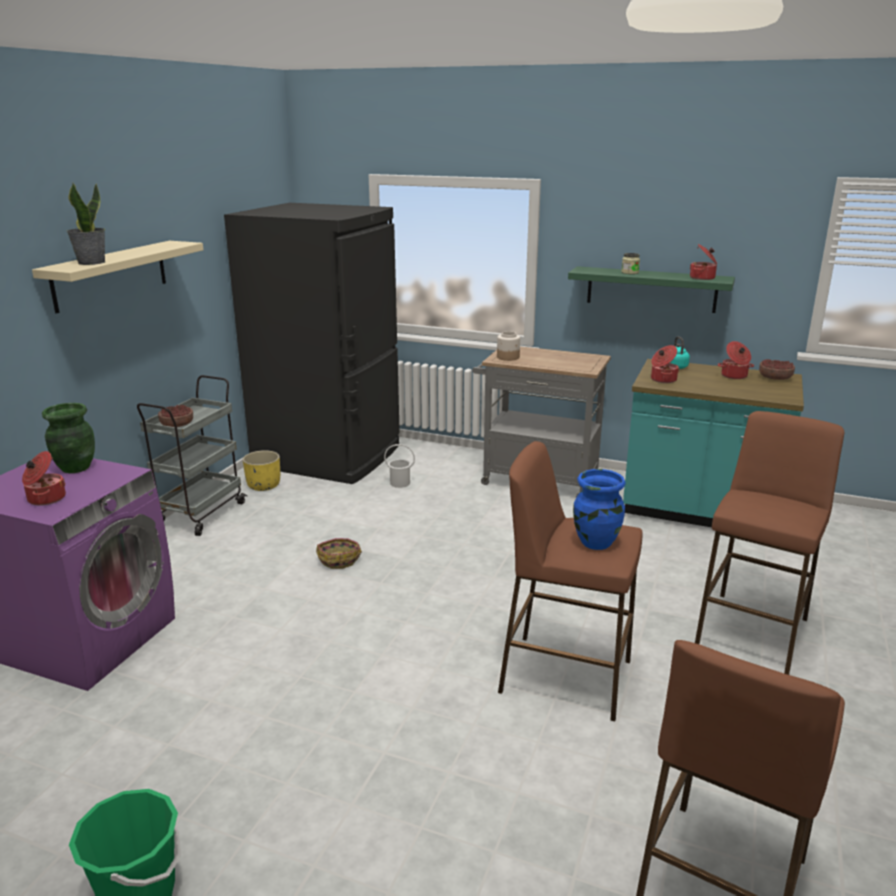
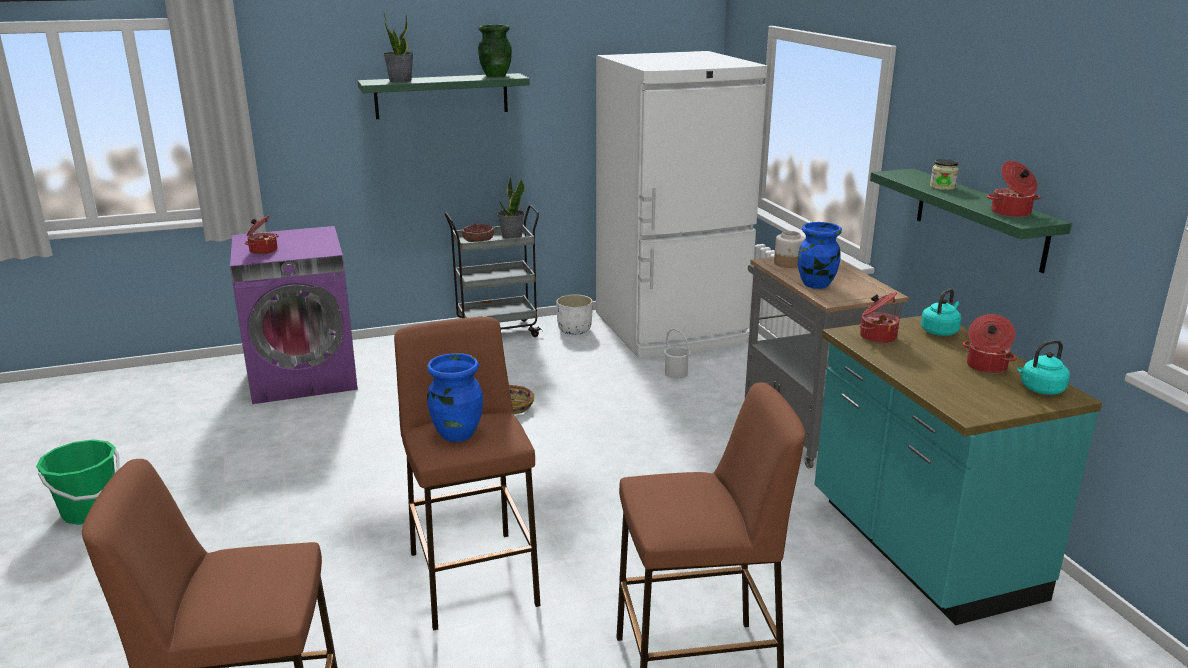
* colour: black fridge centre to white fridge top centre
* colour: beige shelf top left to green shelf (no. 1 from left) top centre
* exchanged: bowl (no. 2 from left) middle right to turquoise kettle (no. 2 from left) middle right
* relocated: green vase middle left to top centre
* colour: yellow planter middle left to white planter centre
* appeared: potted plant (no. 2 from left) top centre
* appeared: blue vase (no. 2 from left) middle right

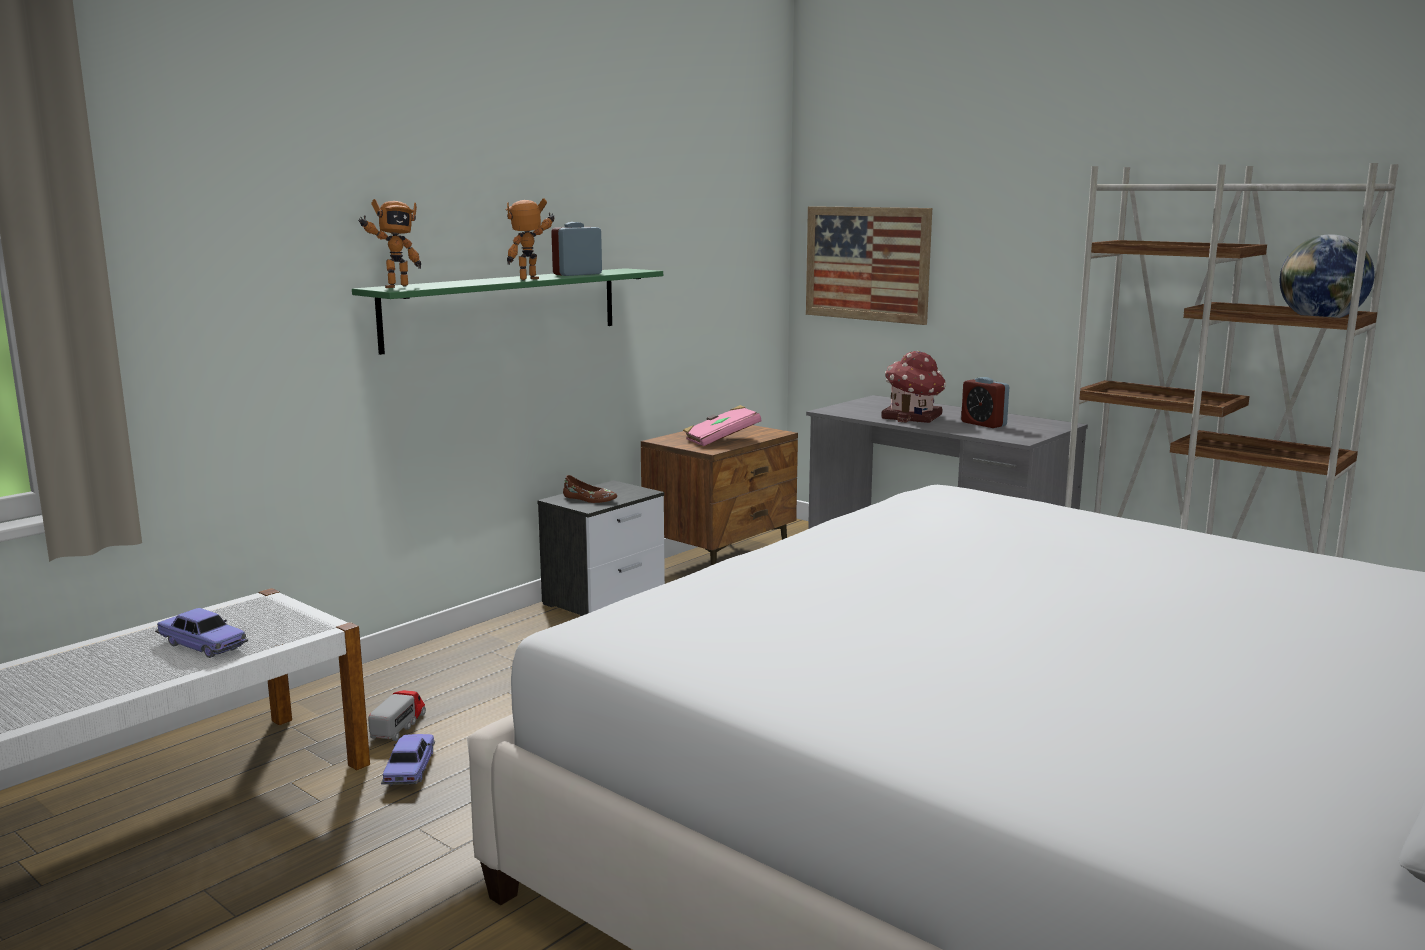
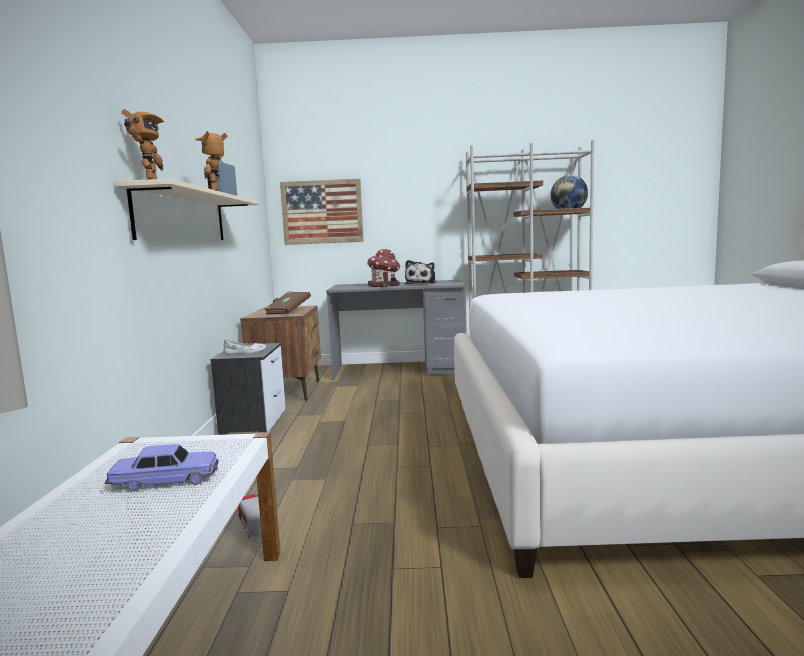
* colour: green shelf top centre to beige shelf top left
* exchanged: alarm clock (no. 2 from left) middle right to plush toy centre
* colour: pink book centre to brown book centre
* colour: brown shoe centre to white shoe middle left
* missing: toy car (no. 2 from left) bottom left

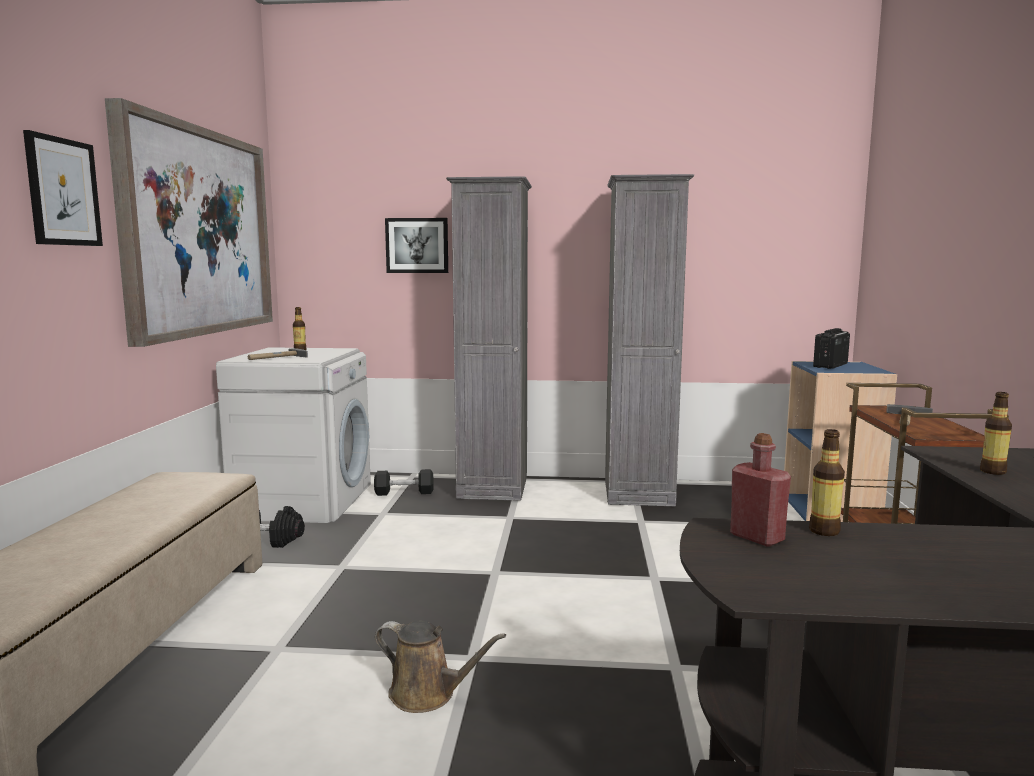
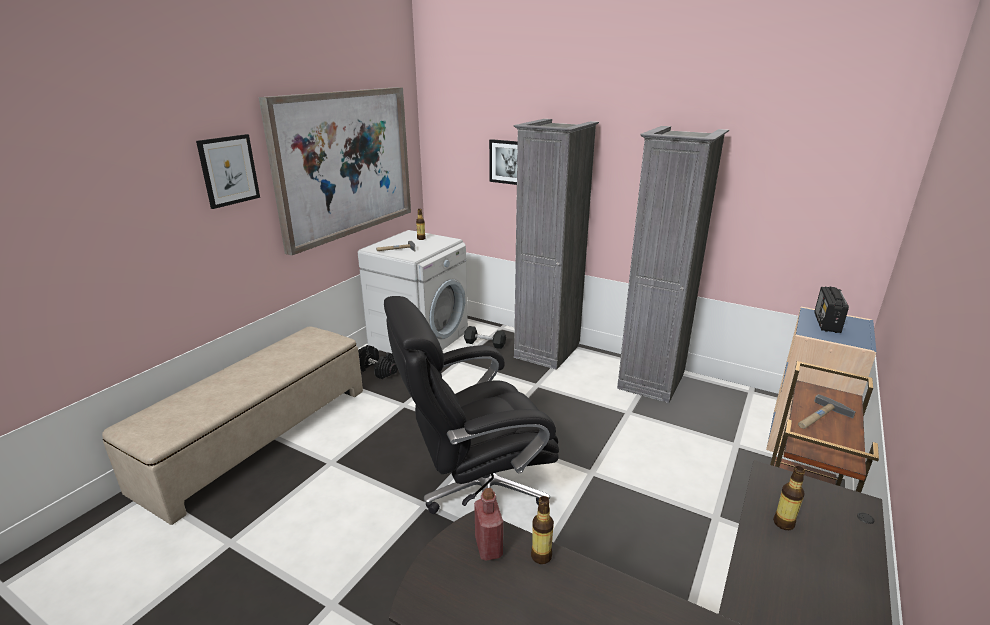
* spun: radio middle right = middle right 45 degrees counterclockwise
* missing: brown watering can bottom centre
* appeared: black office chair centre

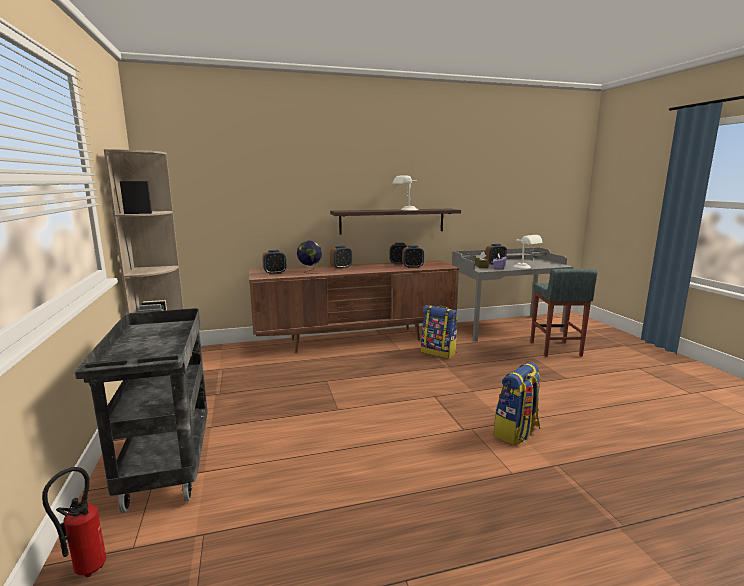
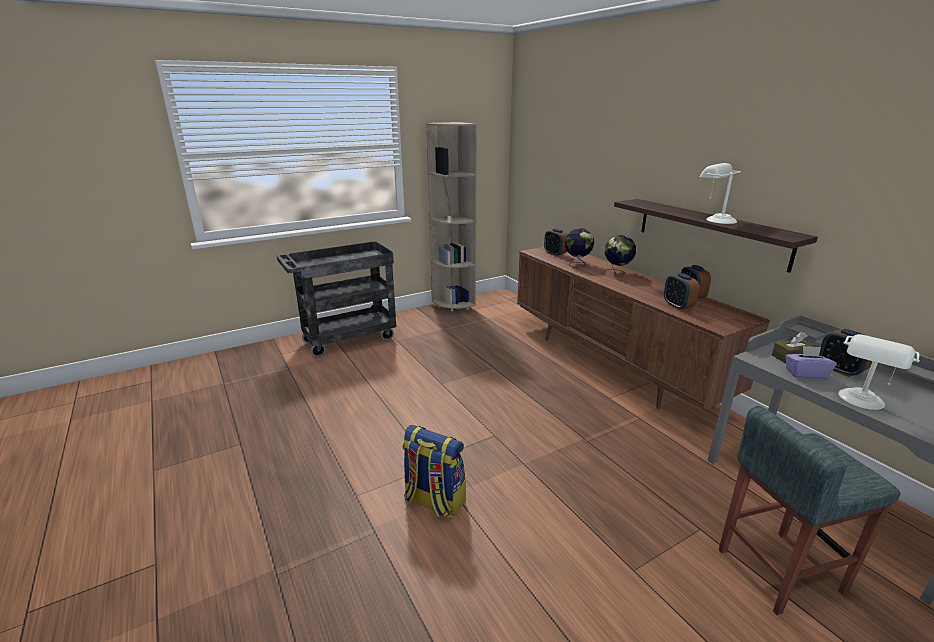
* exchanged: alarm clock (no. 2 from left) centre to globe (no. 2 from left) centre
* missing: backpack (no. 1 from left) centre
* missing: fire extinguisher bottom left

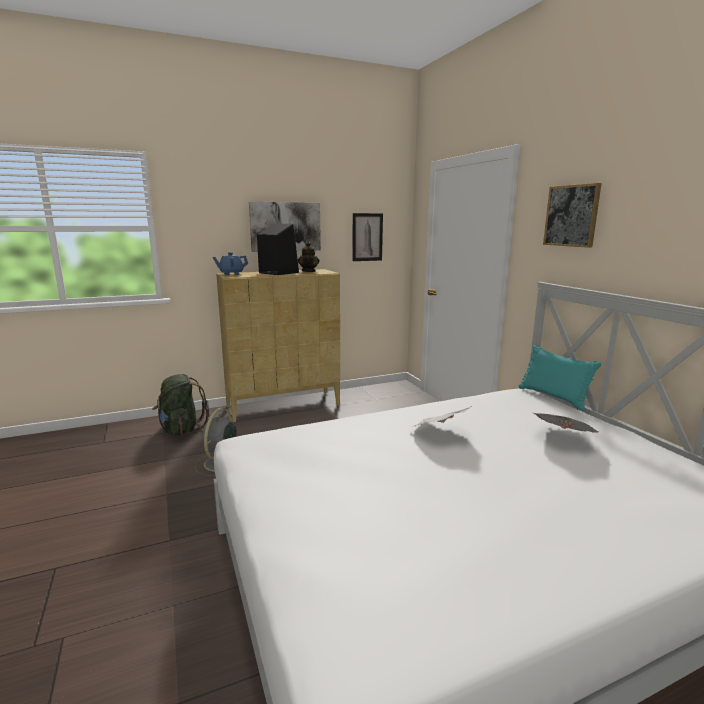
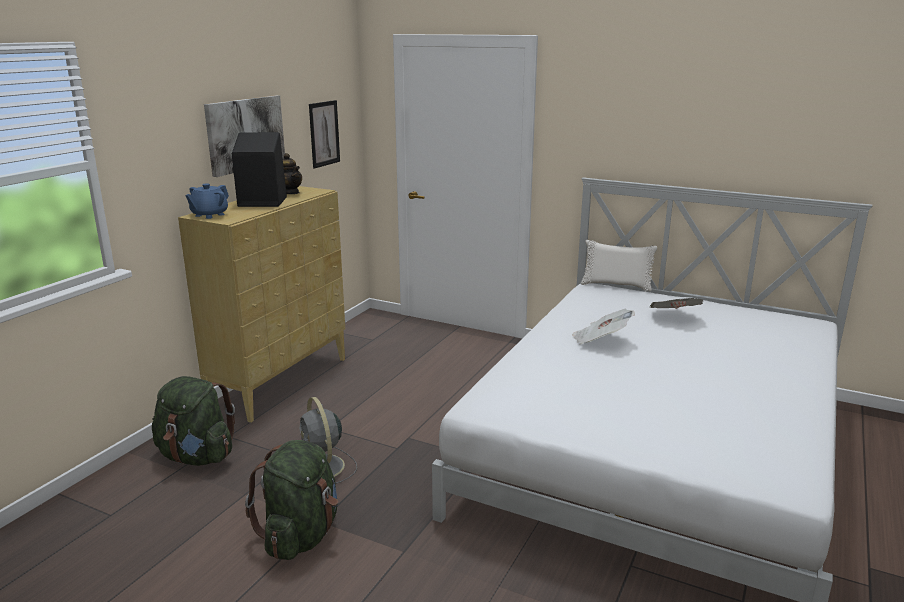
* missing: picture (no. 3 from left) top right
* colour: turquoise pillow middle right to white pillow middle right
* appeared: green backpack (no. 2 from left) bottom left

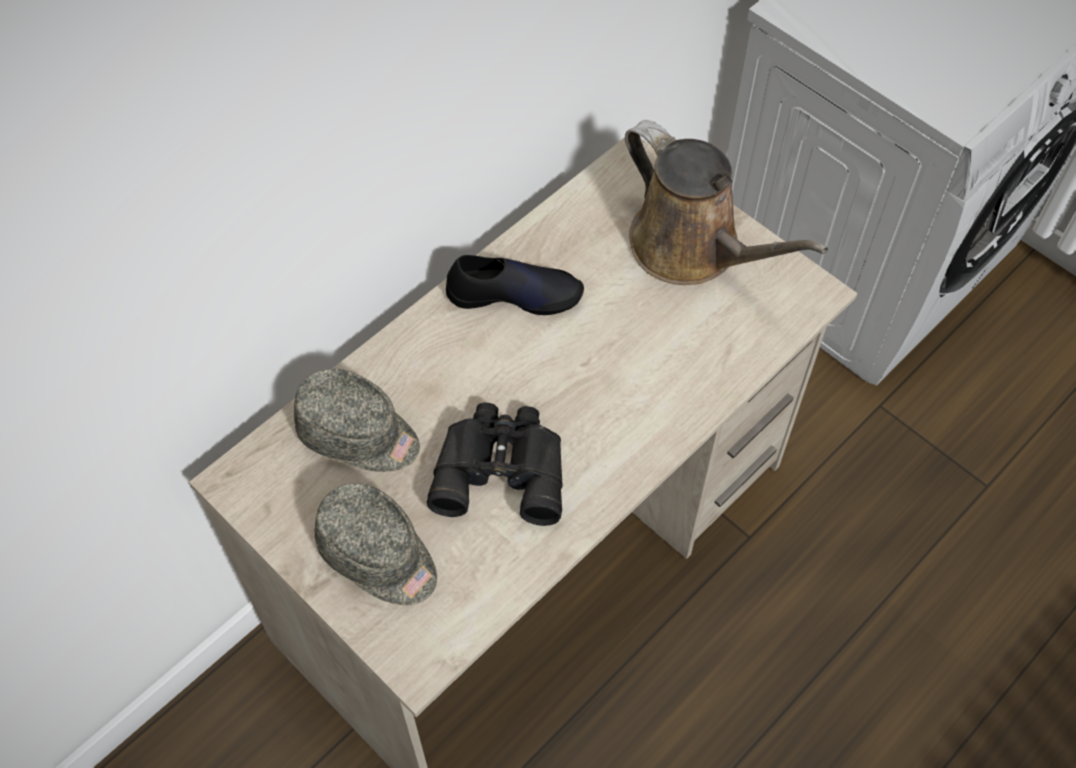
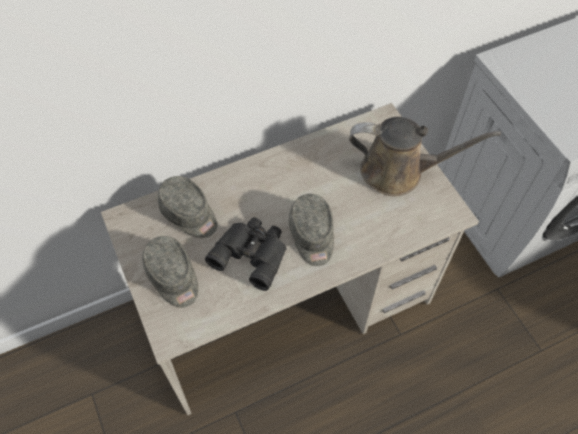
* spun: brown watering can top right = middle right 60 degrees counterclockwise
* missing: black shoe centre
* appeared: grey cap (no. 3 from left) centre

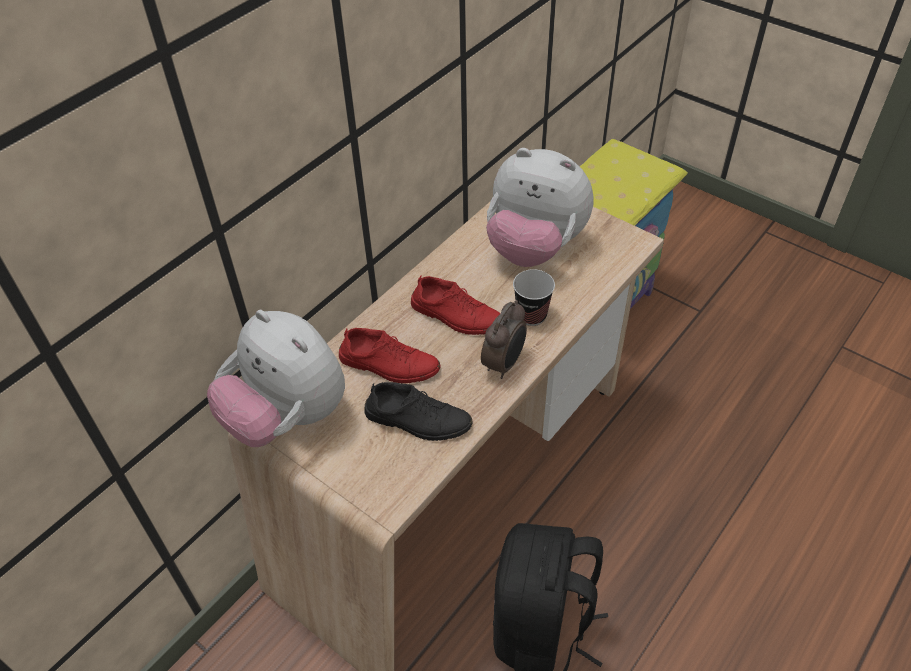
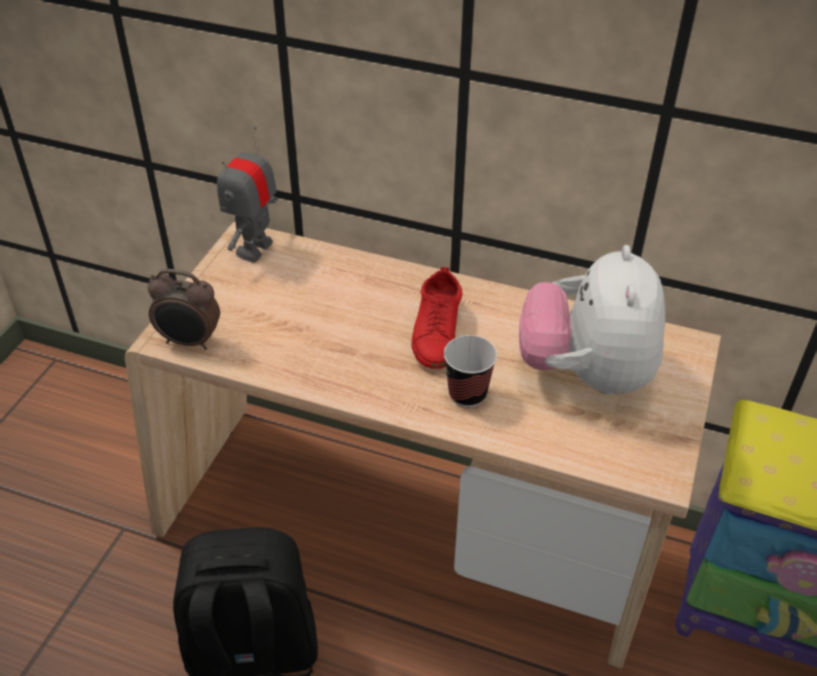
* relocated: alarm clock centre to middle left
* exchanged: plush toy (no. 1 from left) middle left to toy robot top left
* missing: red shoe (no. 1 from left) centre
* missing: black shoe centre

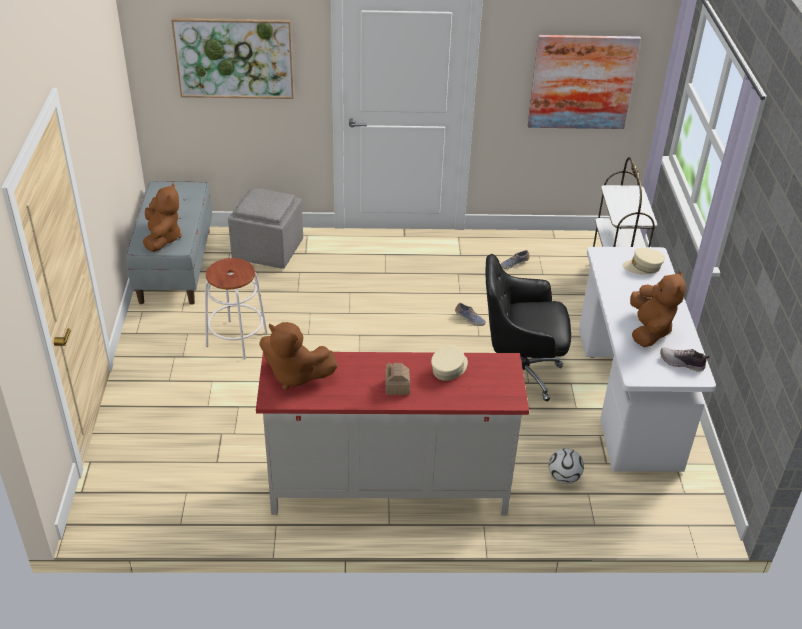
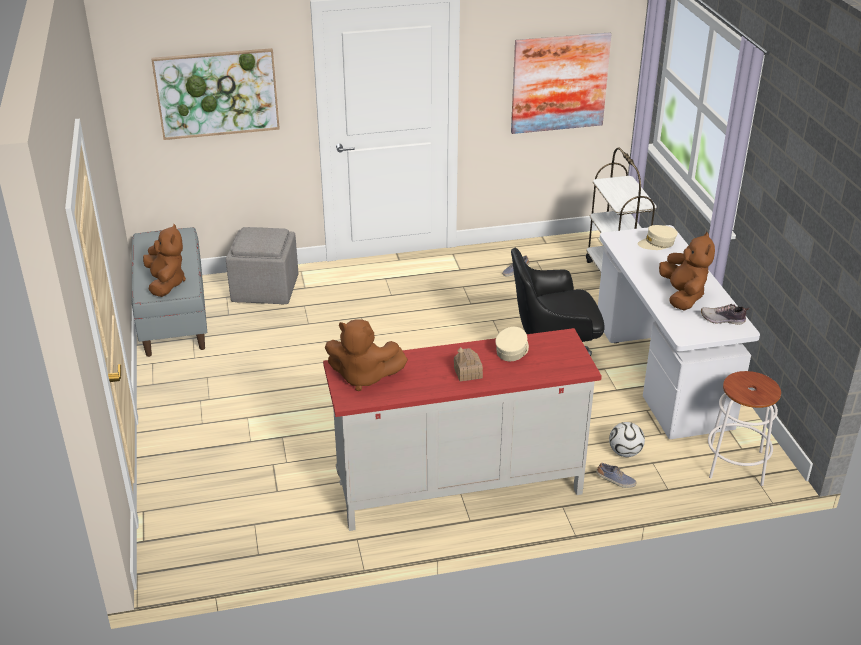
* relocated: white stool middle left to middle right
* relocated: shoe (no. 1 from left in the first image) centre to shoe (no. 2 from left) bottom right

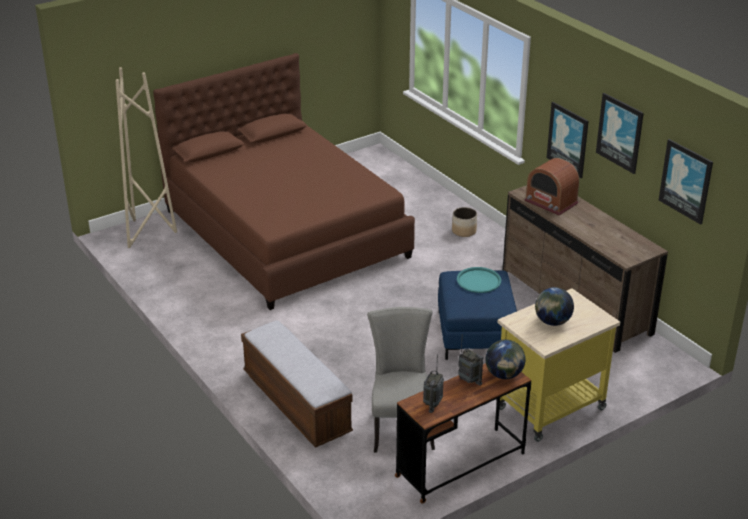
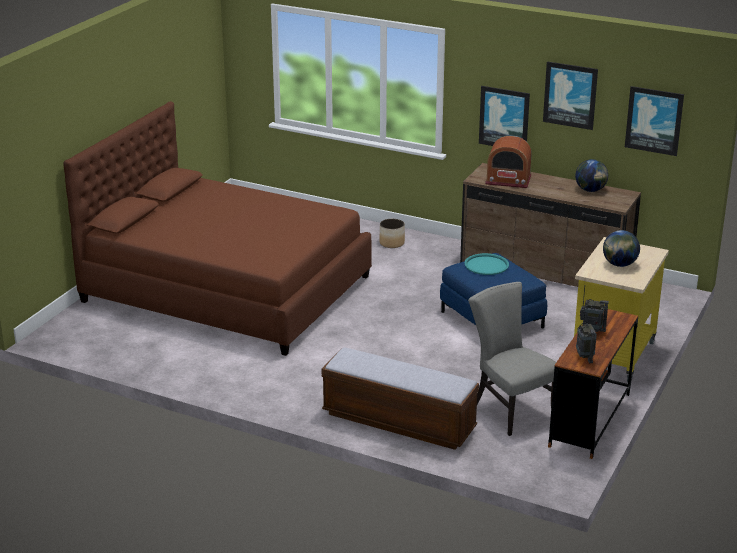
* missing: beige clothes rack top left
* relocated: globe (no. 1 from left) bottom right to top right

